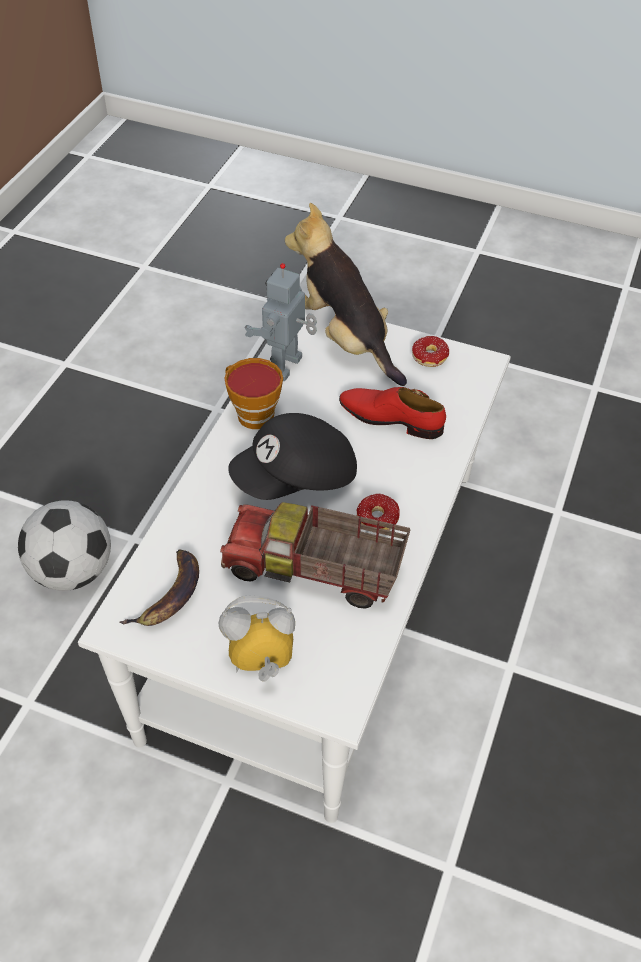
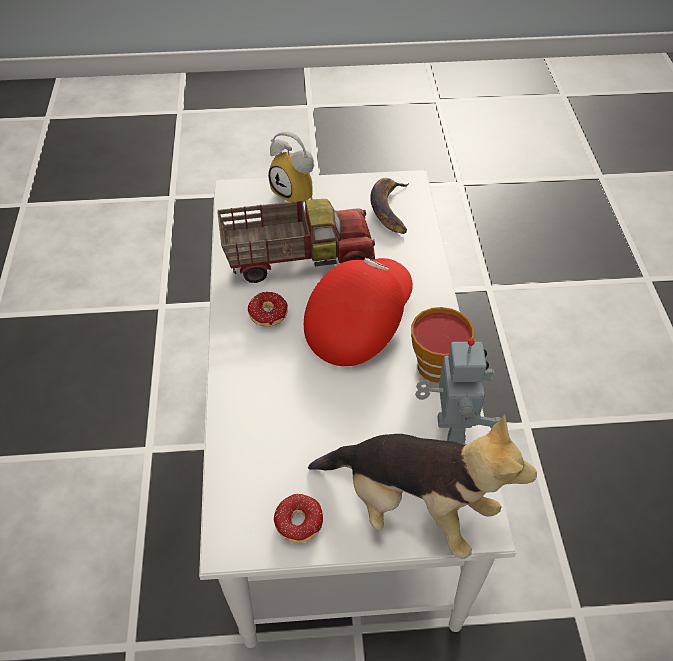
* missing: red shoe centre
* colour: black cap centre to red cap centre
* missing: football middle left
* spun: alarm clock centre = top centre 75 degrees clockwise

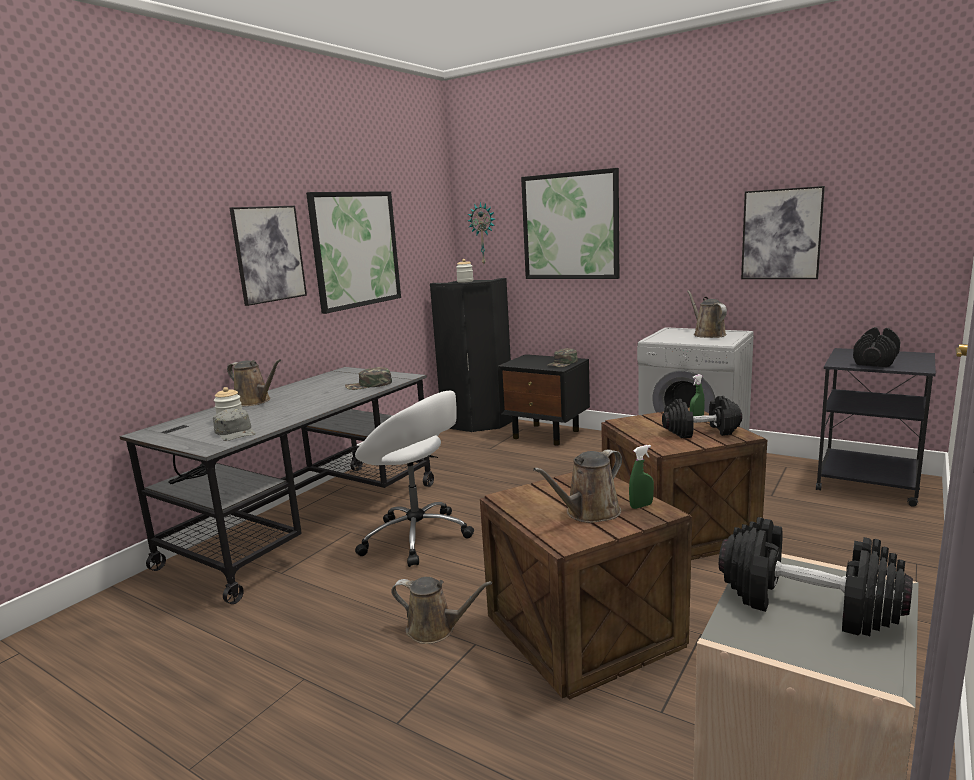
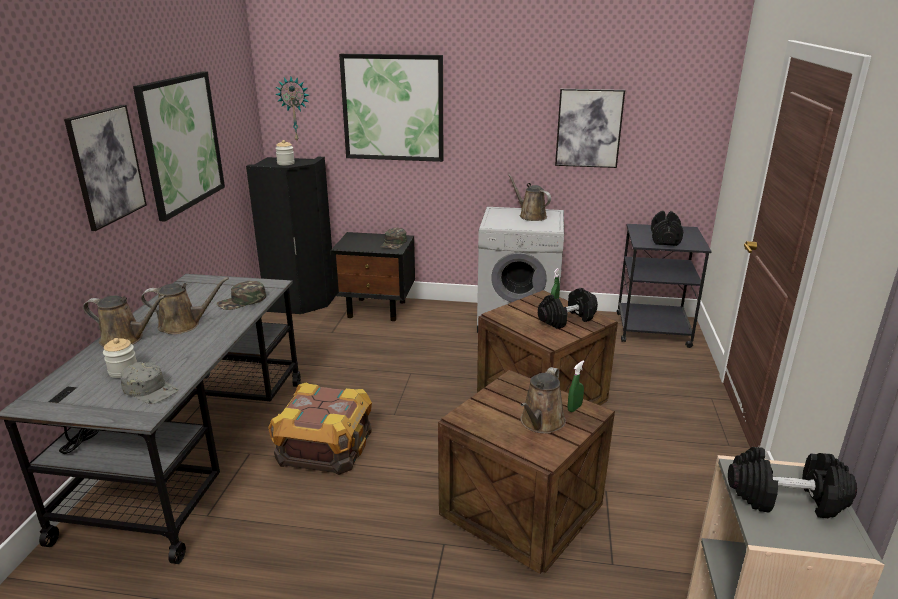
* exchanged: white office chair centre to crate (no. 1 from left) bottom centre
* relocated: brown watering can (no. 2 from left) bottom centre to middle left

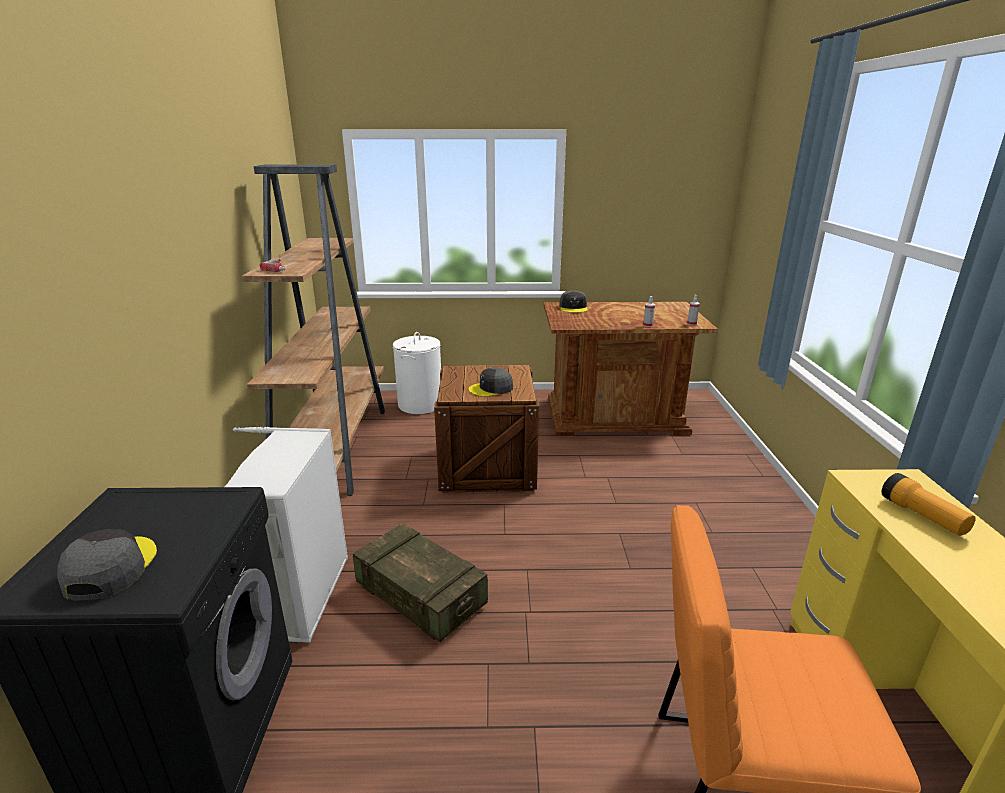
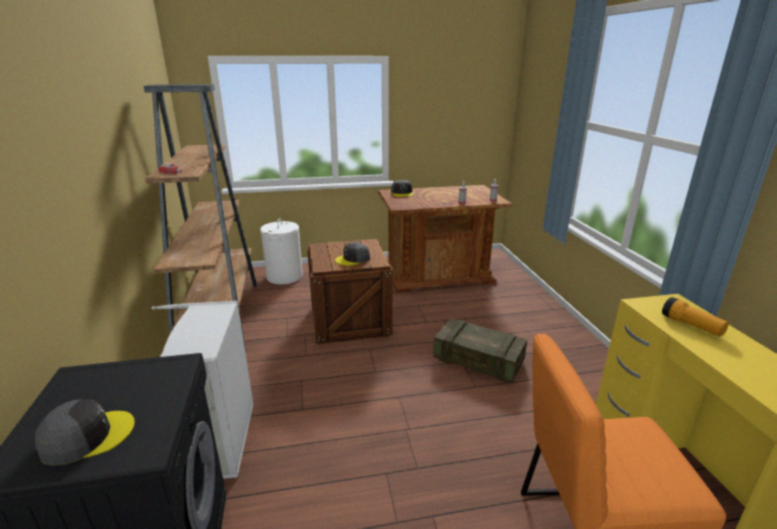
* relocated: crate (no. 1 from left in the first image) bottom centre to crate (no. 2 from left) centre
* spun: grey cap (no. 1 from left) bottom left = bottom left 75 degrees clockwise

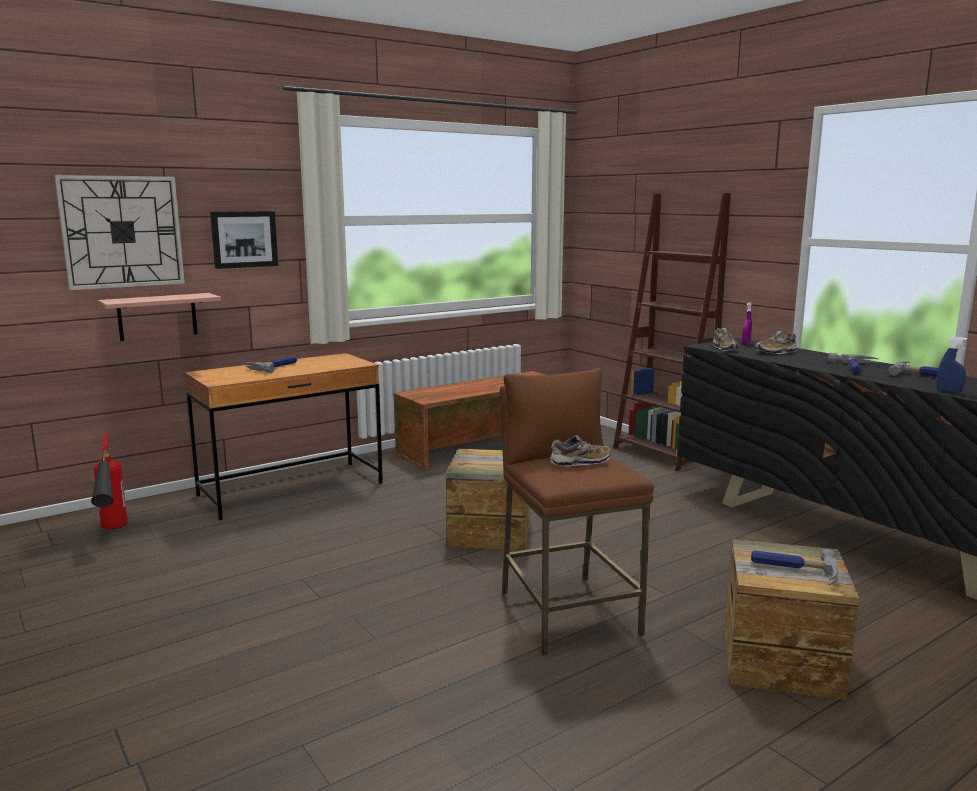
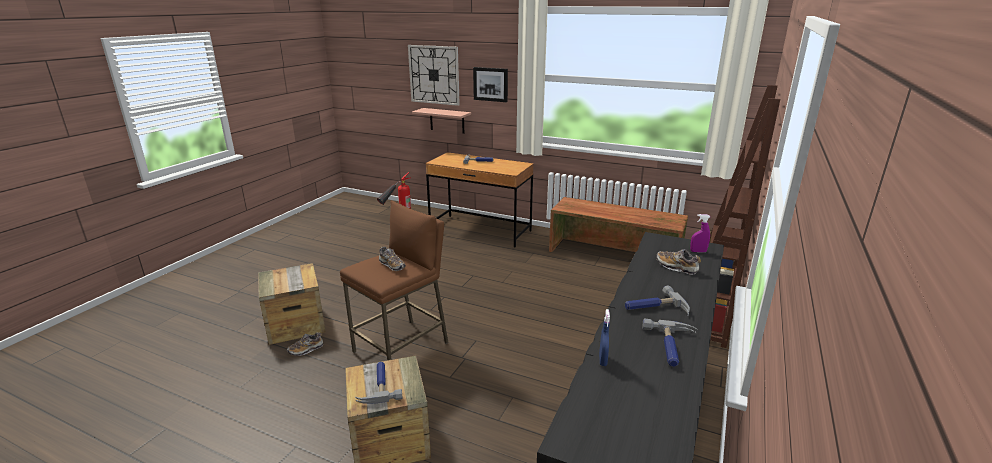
* relocated: shoe (no. 2 from left in the first image) middle right to shoe (no. 1 from left) bottom left
* relocated: crate (no. 1 from left) centre to middle left

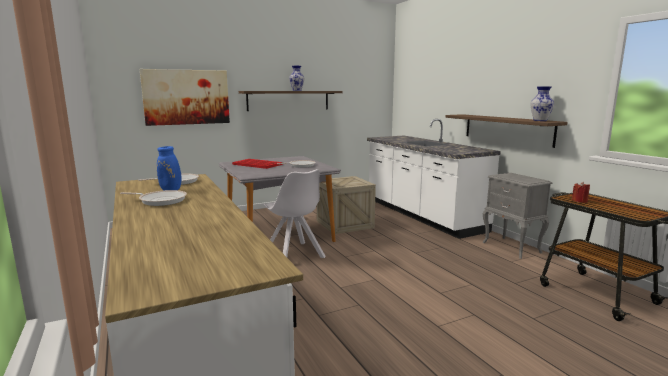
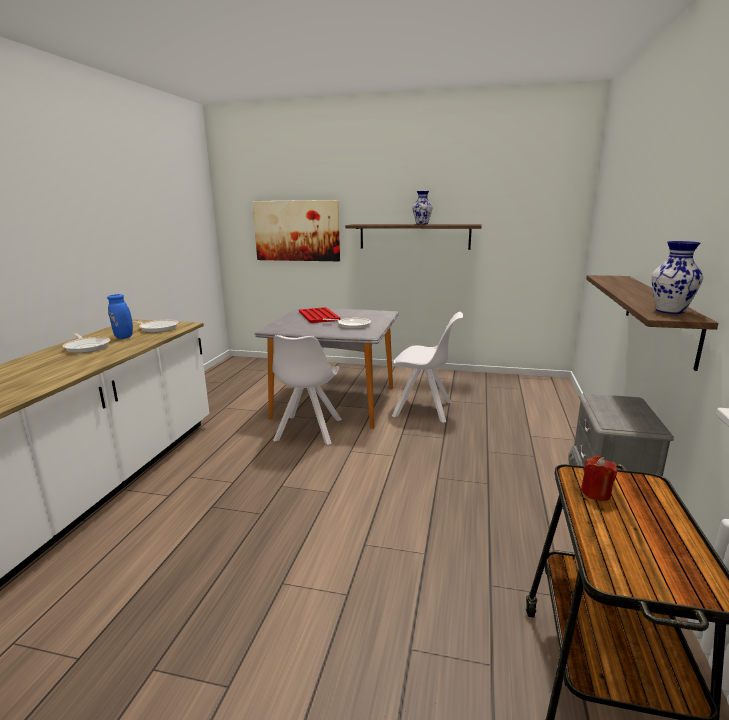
* missing: white counter (no. 2 from left) centre
* exchanged: crate centre to white chair (no. 2 from left) centre

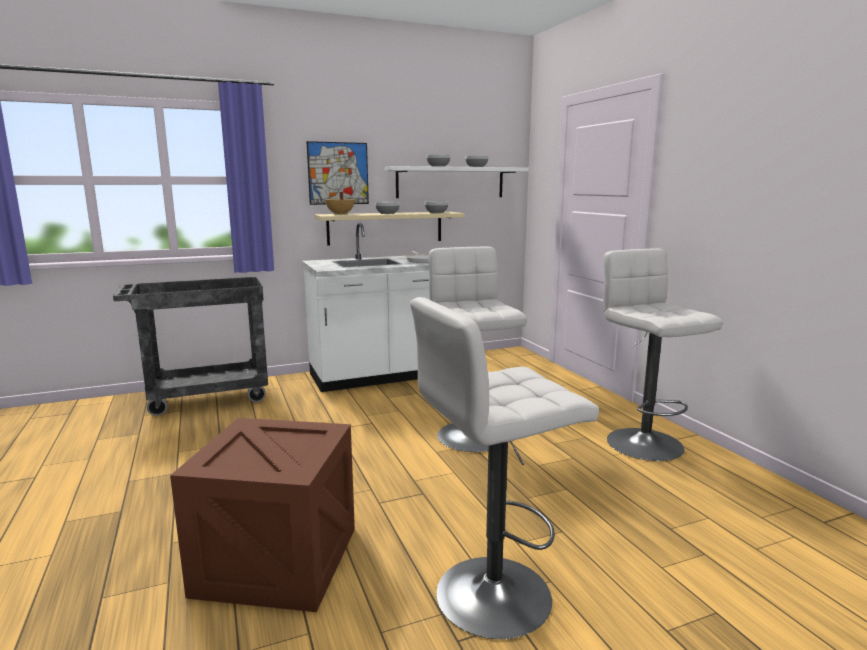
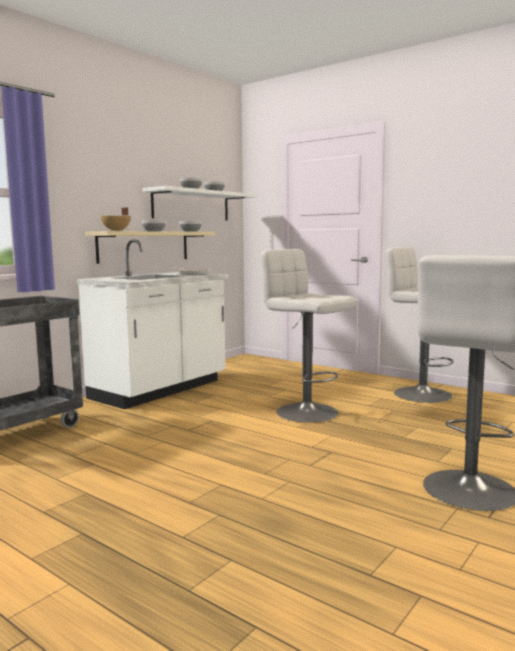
* missing: picture top centre
* missing: crate bottom left

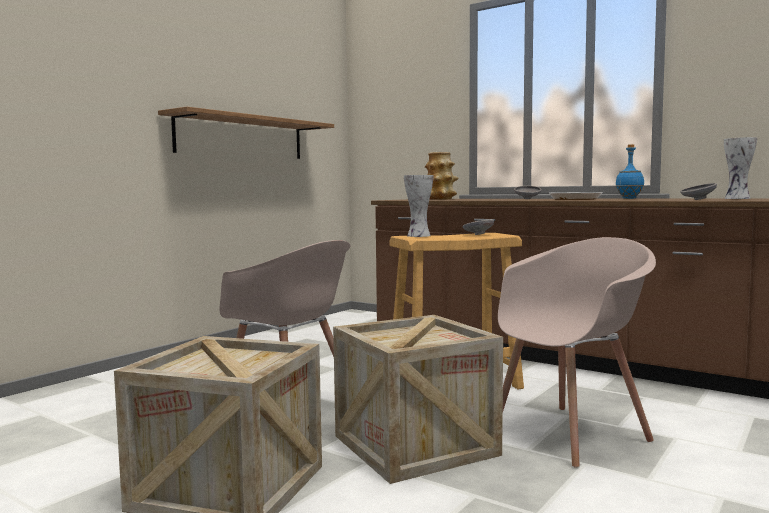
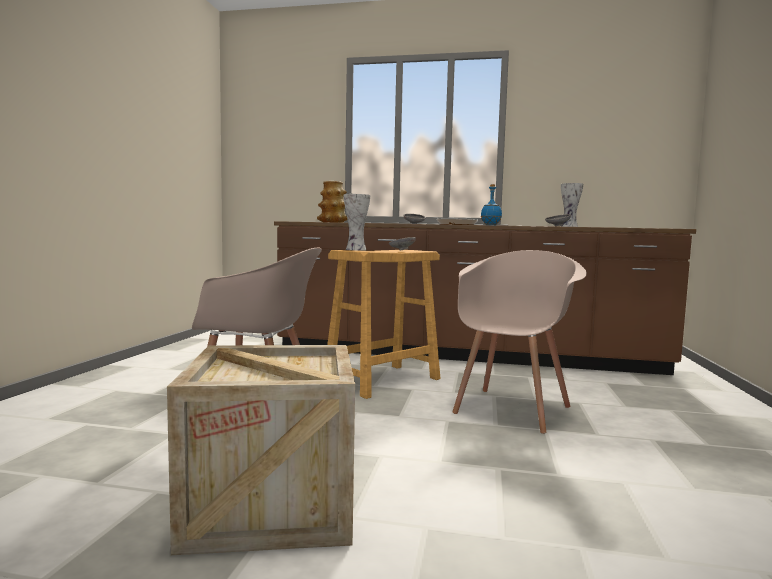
* missing: shelf top left
* missing: crate (no. 2 from left) bottom centre

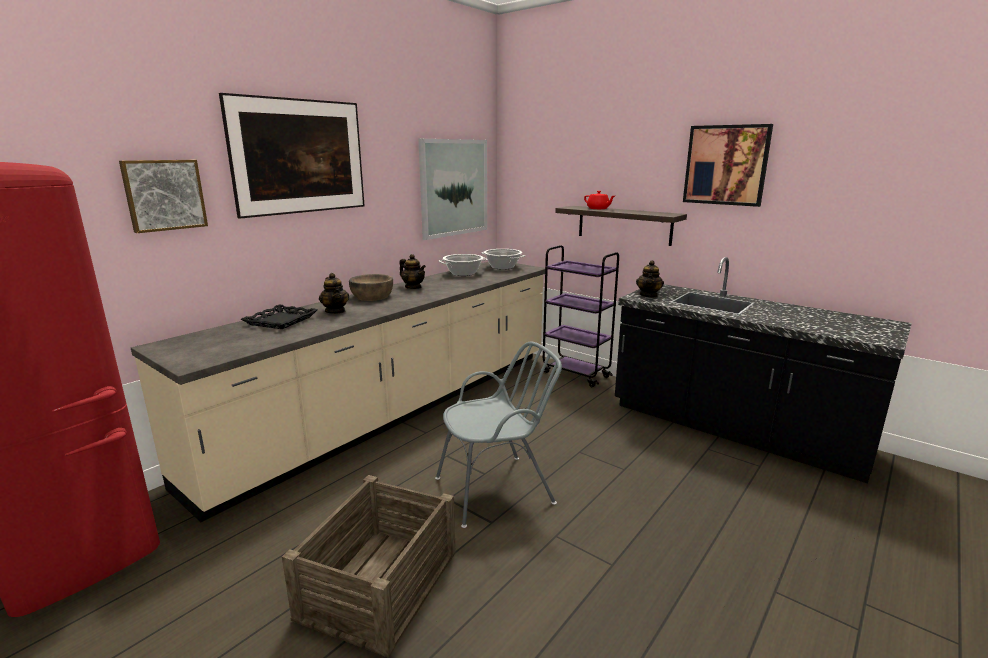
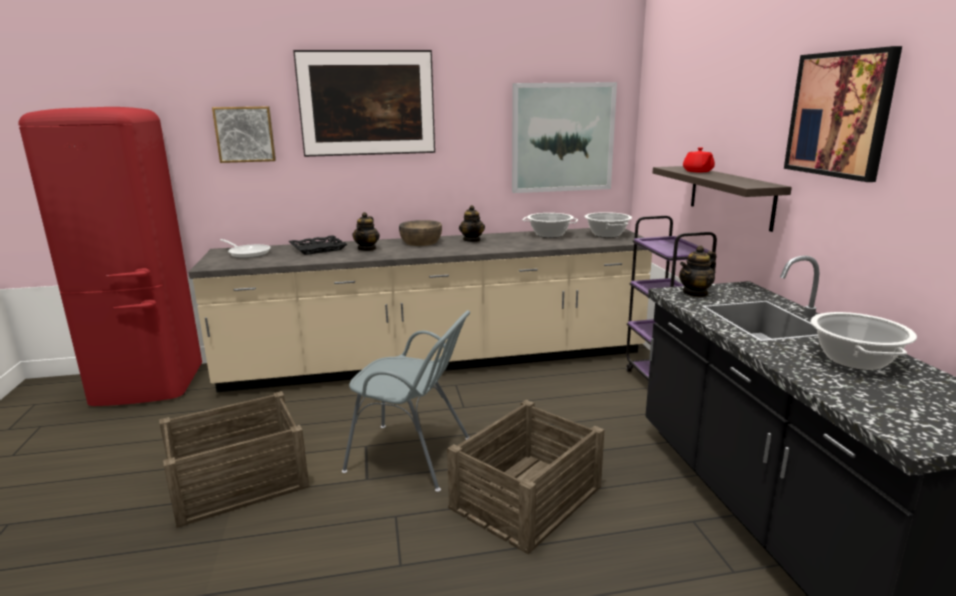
* appeared: frying pan middle left
* appeared: cooking pot (no. 3 from left) middle right
* appeared: crate (no. 2 from left) bottom centre

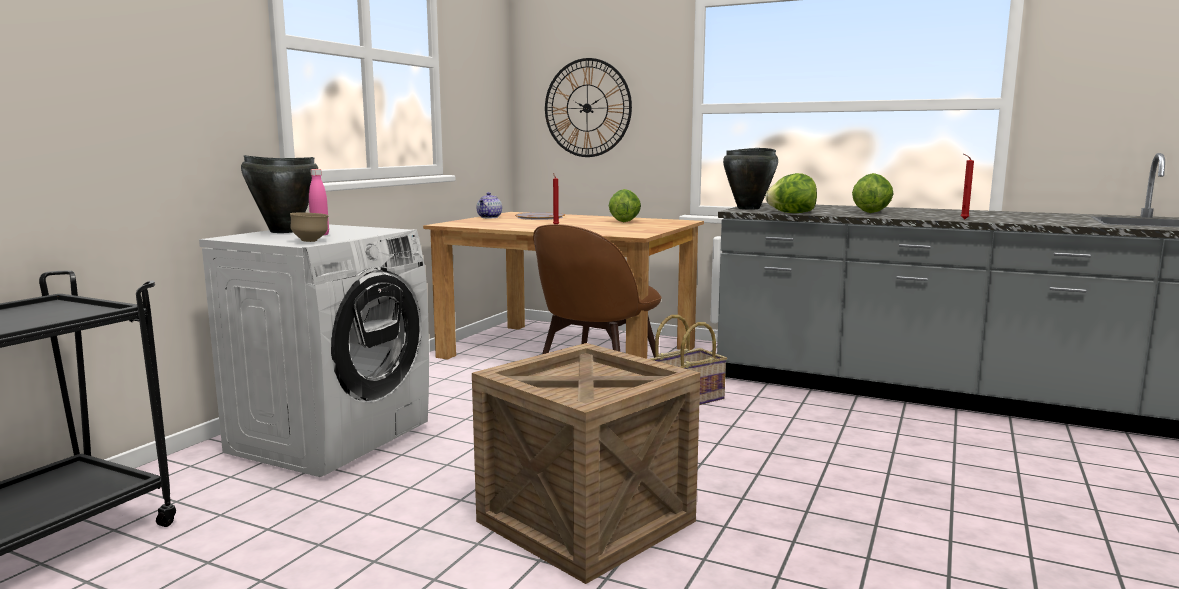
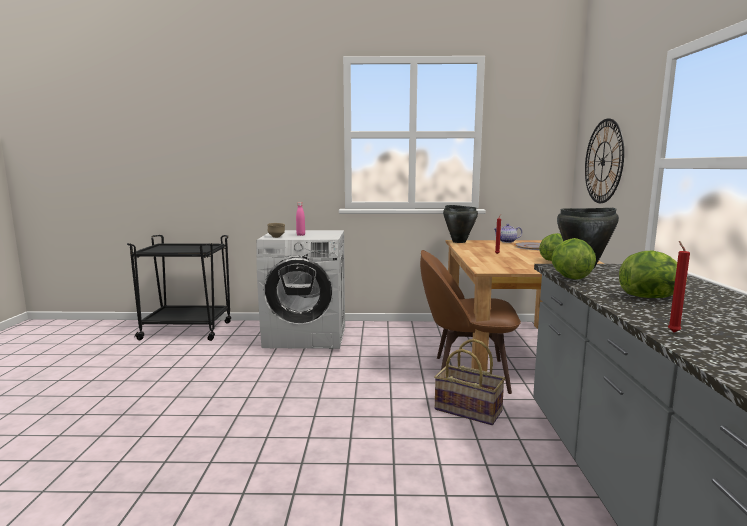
* relocated: black cooking pot (no. 1 from left) top left to centre
* missing: crate bottom centre

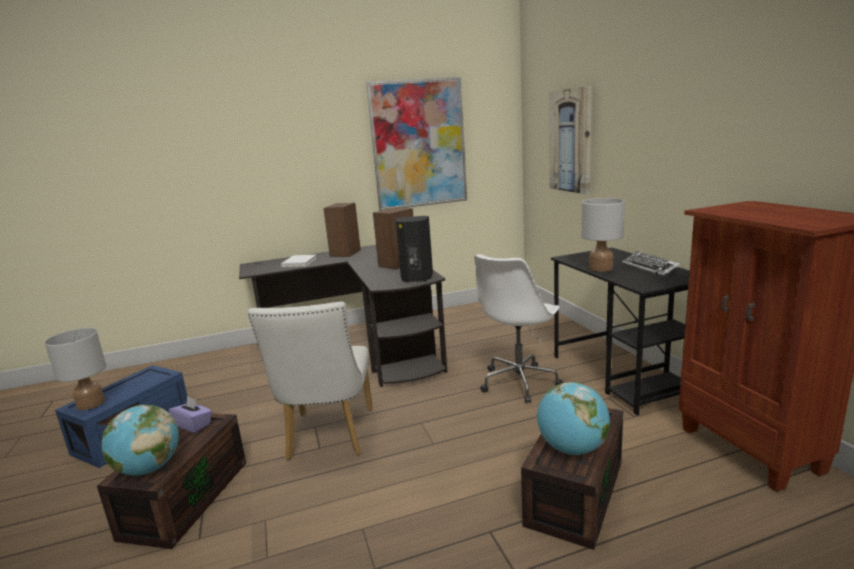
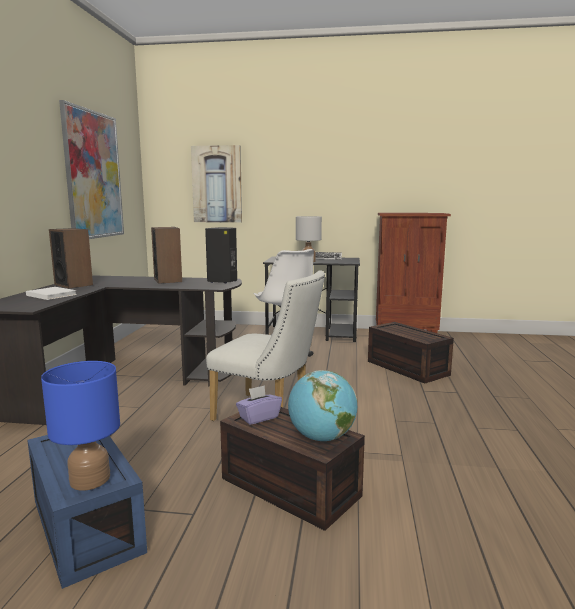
* colour: grey table lamp (no. 1 from left) middle left to blue table lamp bottom left
* missing: globe (no. 2 from left) bottom right

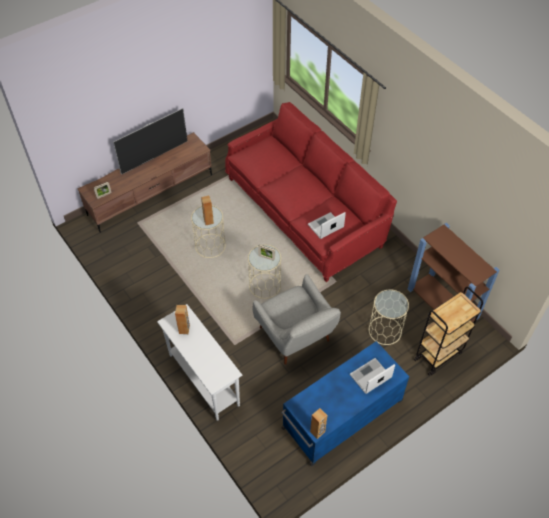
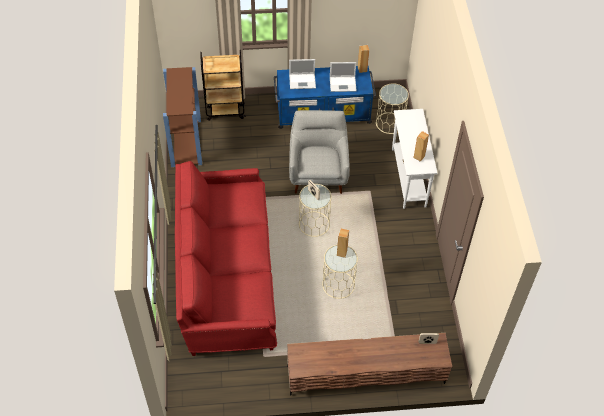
* missing: television top left
* relocated: laptop (no. 1 from left in the first image) centre to laptop (no. 2 from left) top centre
* relocated: beige side table (no. 3 from left) middle right to top centre

